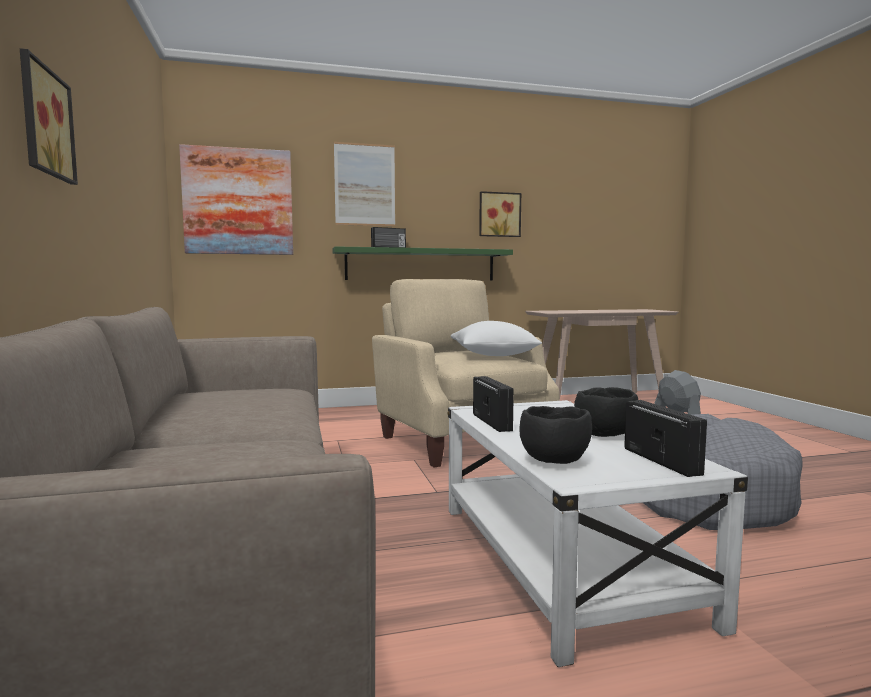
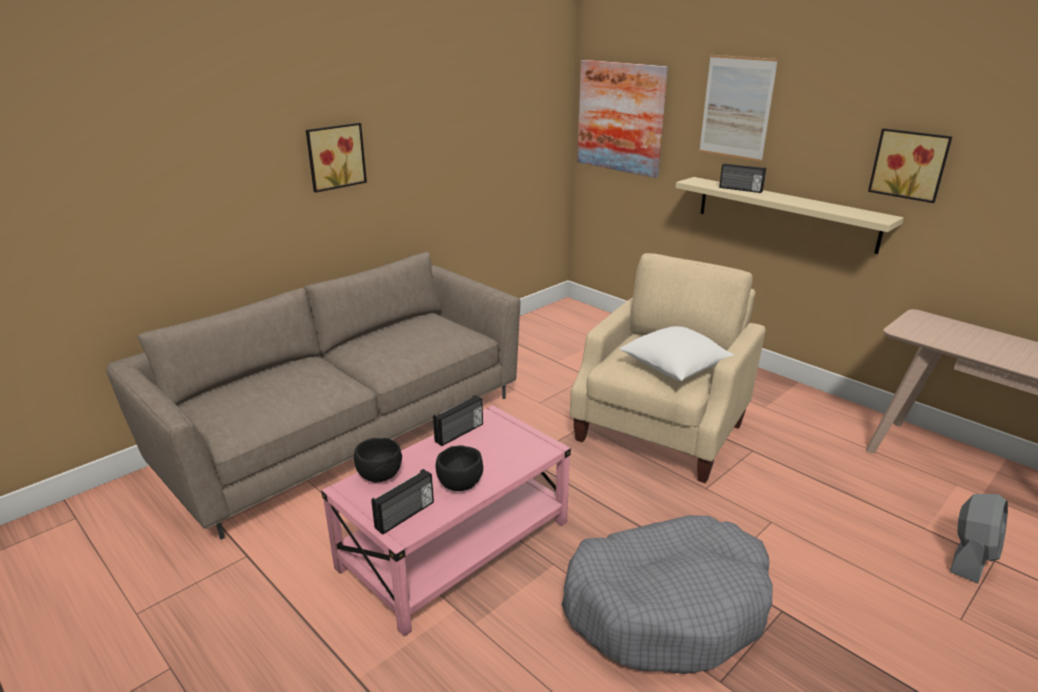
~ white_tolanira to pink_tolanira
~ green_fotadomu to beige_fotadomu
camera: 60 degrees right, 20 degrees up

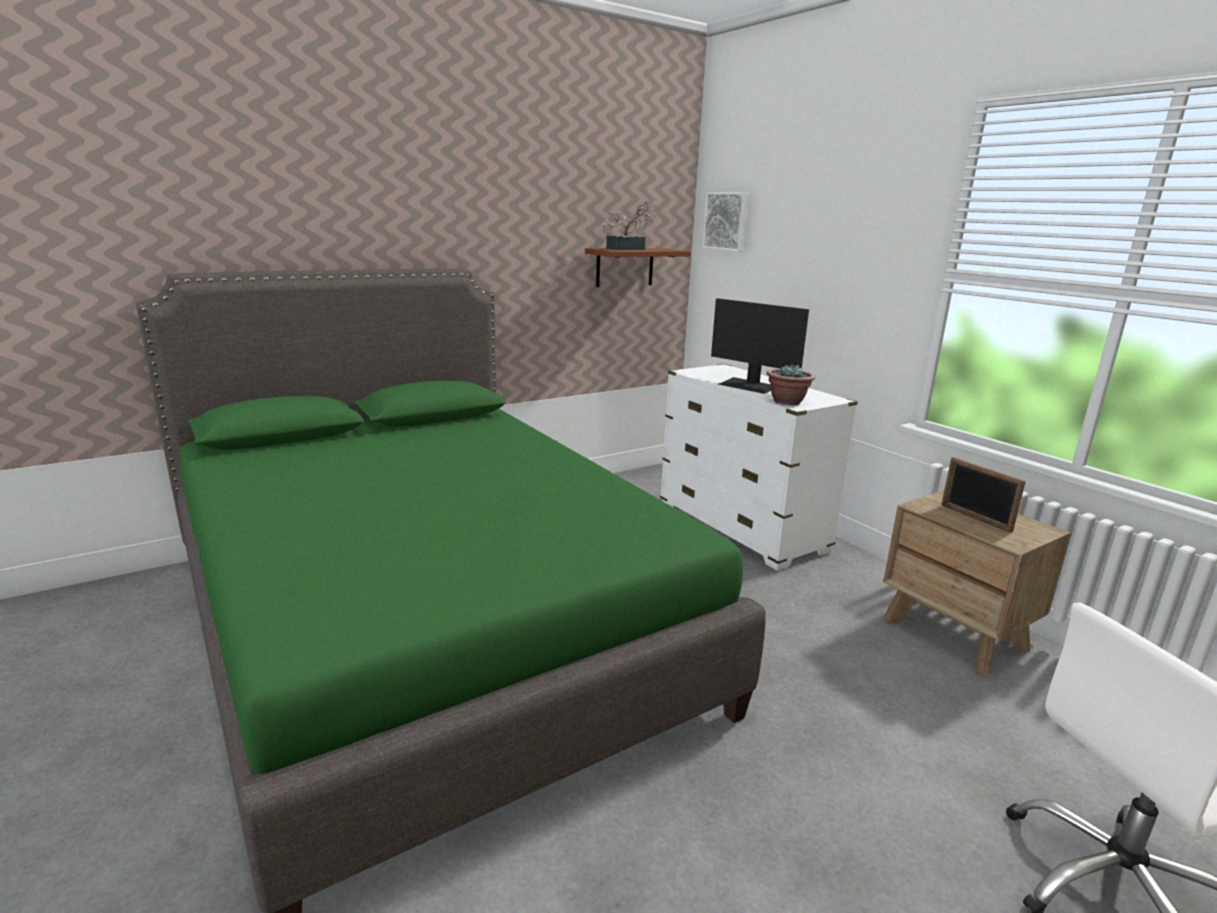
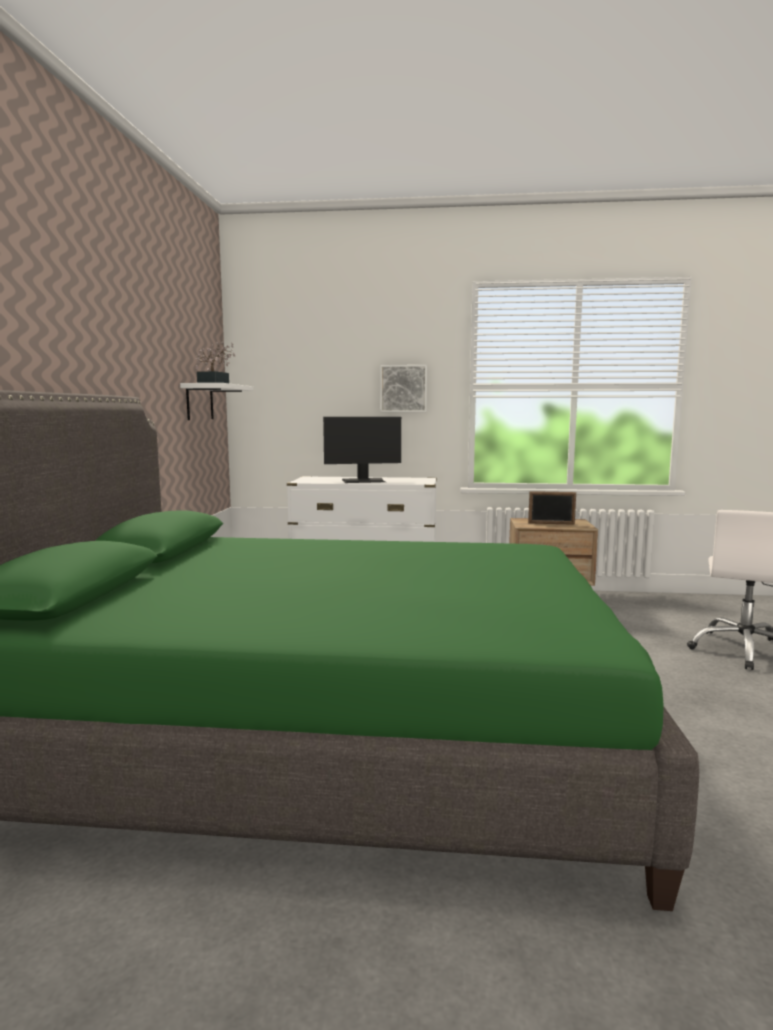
~ brown_fotadomu to white_fotadomu
~ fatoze
- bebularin (2nd from left)
camera: 50 degrees left, 10 degrees down

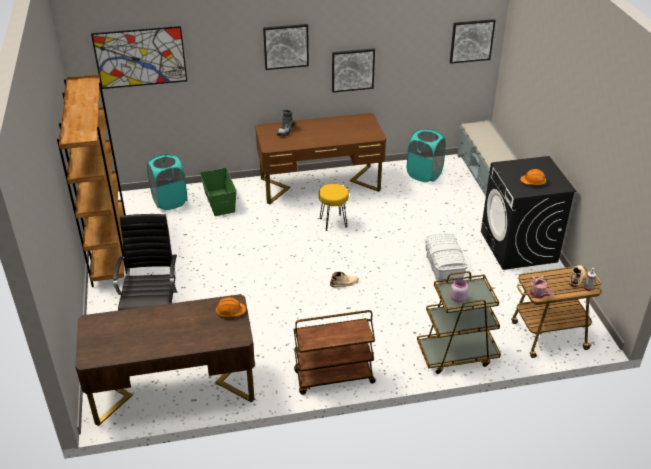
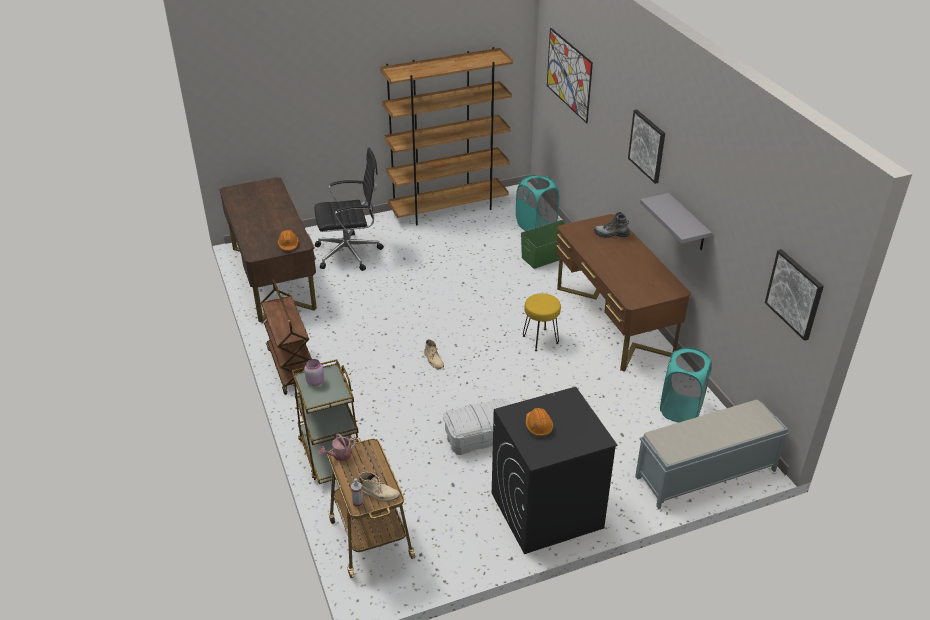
~ fatoze (3rd from left) to grey_fotadomu
camera: 80 degrees right, 0 degrees up

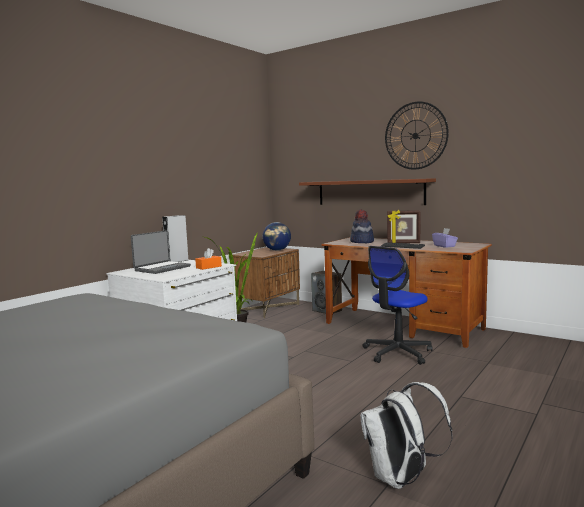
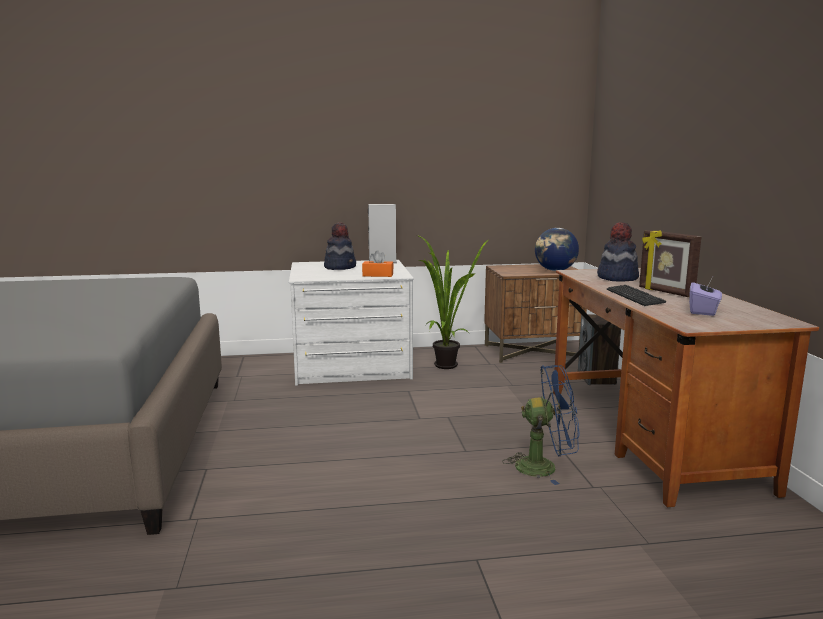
~ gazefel to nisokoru (1st from left)
~ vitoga to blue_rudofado
- brown_fotadomu
- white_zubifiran
- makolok
camera: 45 degrees right, 5 degrees up

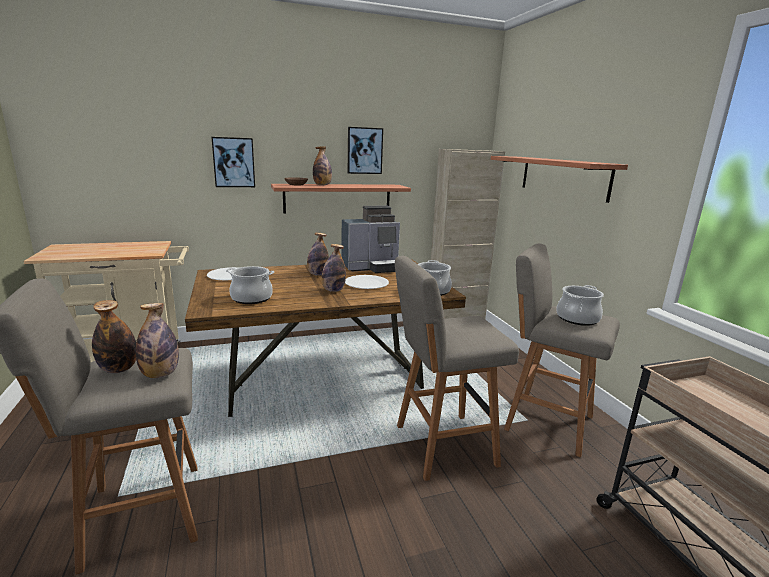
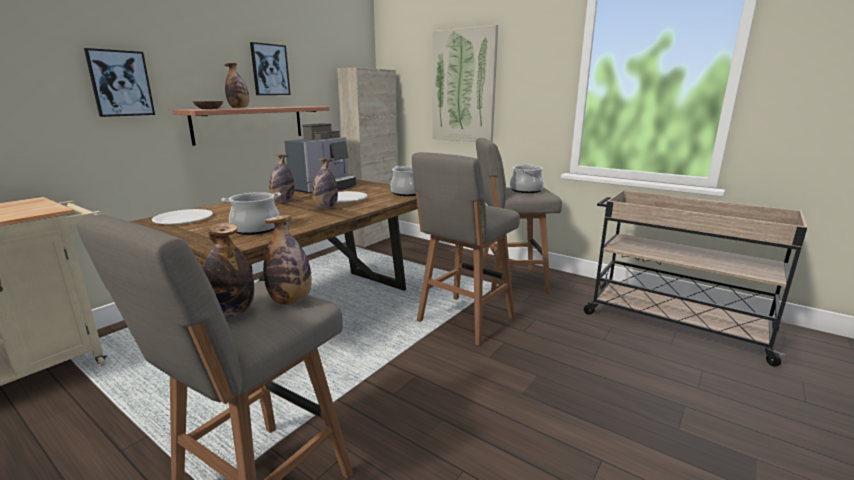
~ fotadomu (2nd from left) to fatoze (3rd from left)
camera: 35 degrees left, 0 degrees up

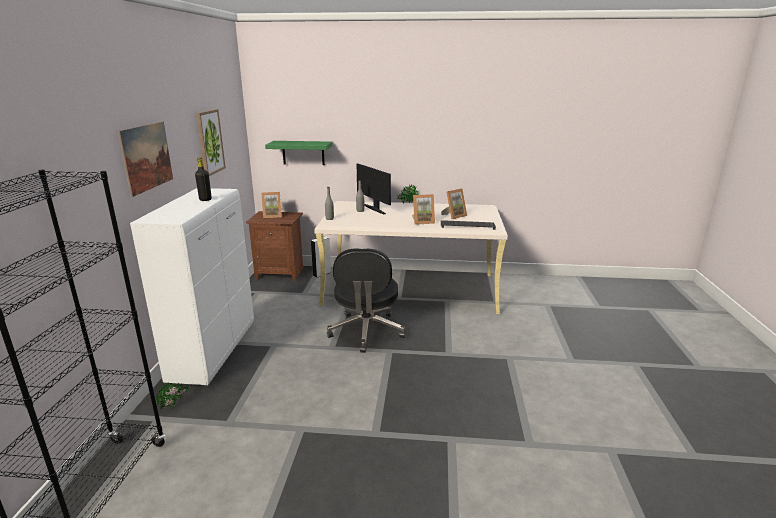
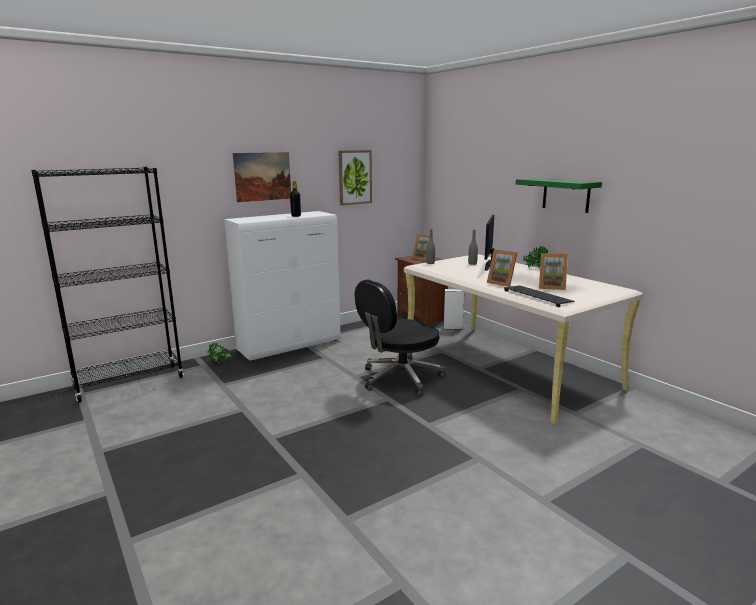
~ green_fotadomu
camera: 50 degrees right, 5 degrees down

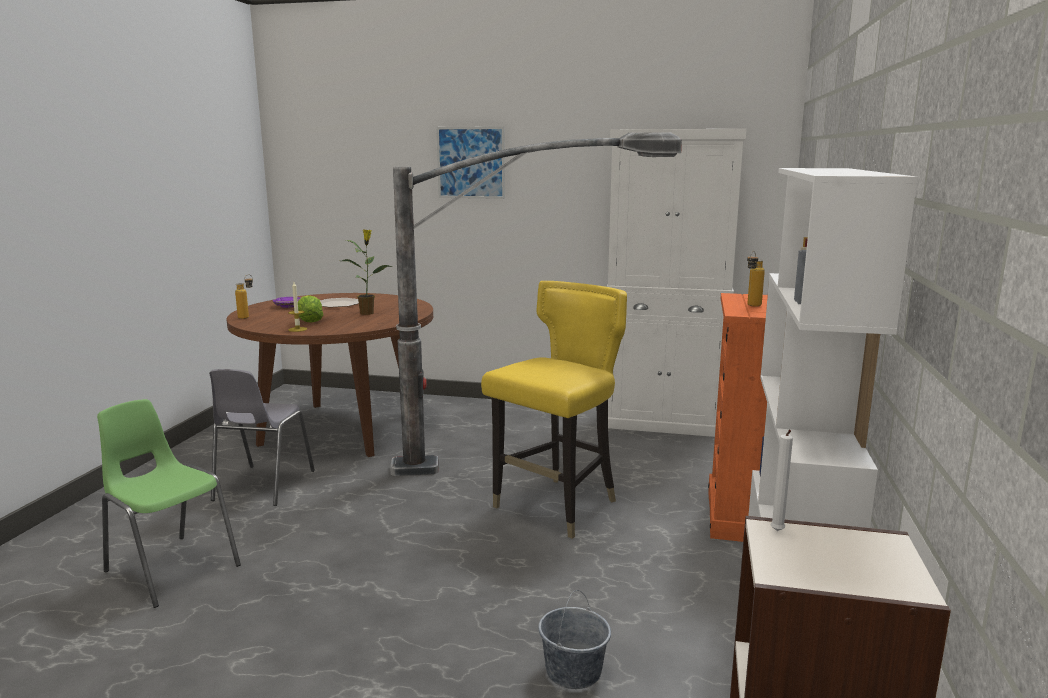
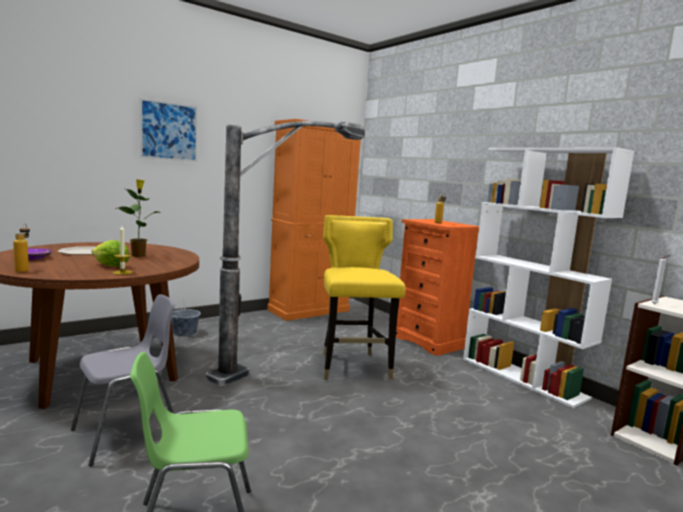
~ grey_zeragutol 90 degrees counterclockwise
~ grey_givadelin
~ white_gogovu to orange_gogovu
camera: 50 degrees left, 5 degrees down

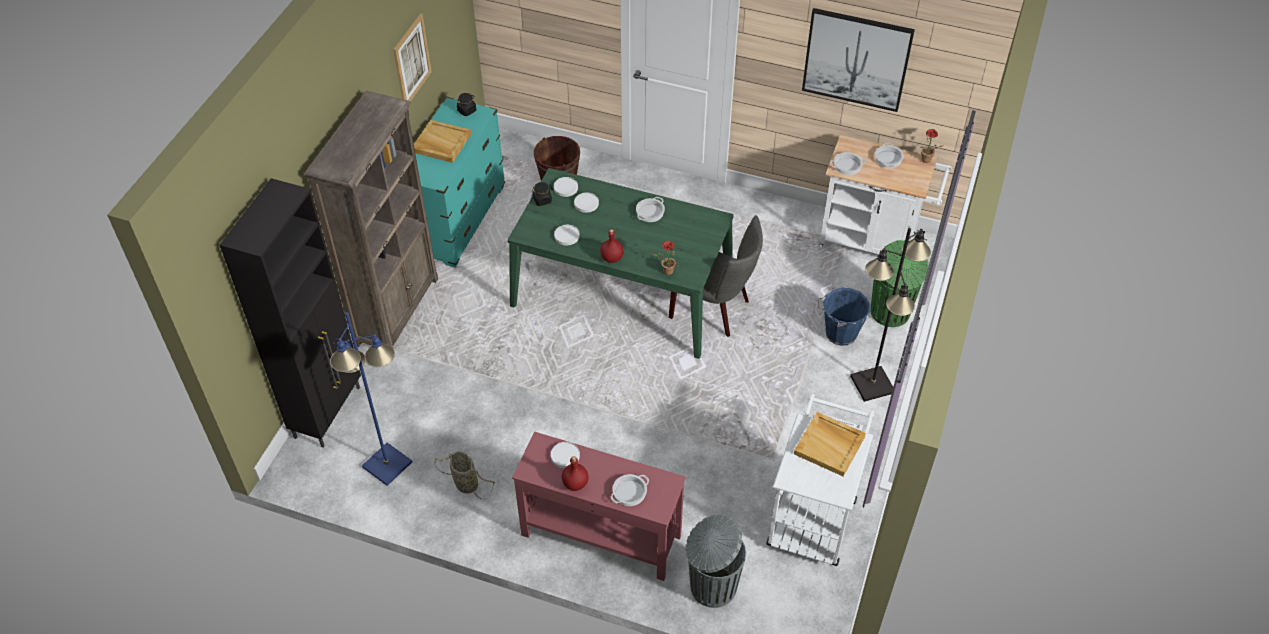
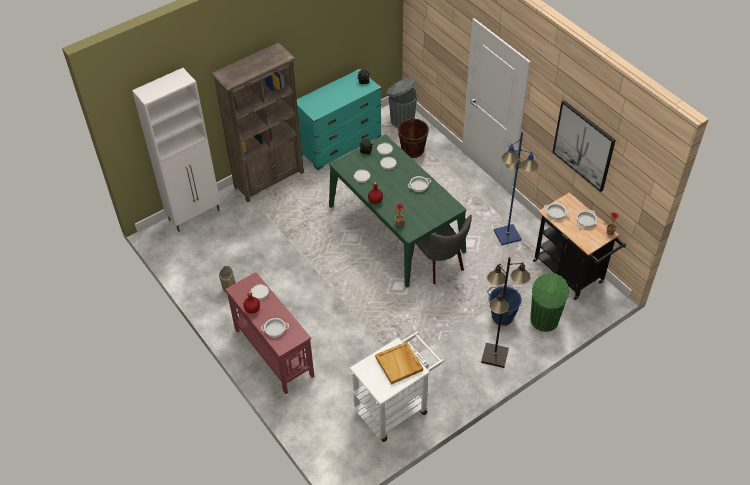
~ black_gogovu to white_gogovu
~ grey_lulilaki
~ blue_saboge
~ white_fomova (2nd from left) to black_fomova
- fatoze (1st from left)
- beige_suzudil (1st from left)
camera: 35 degrees right, 0 degrees up

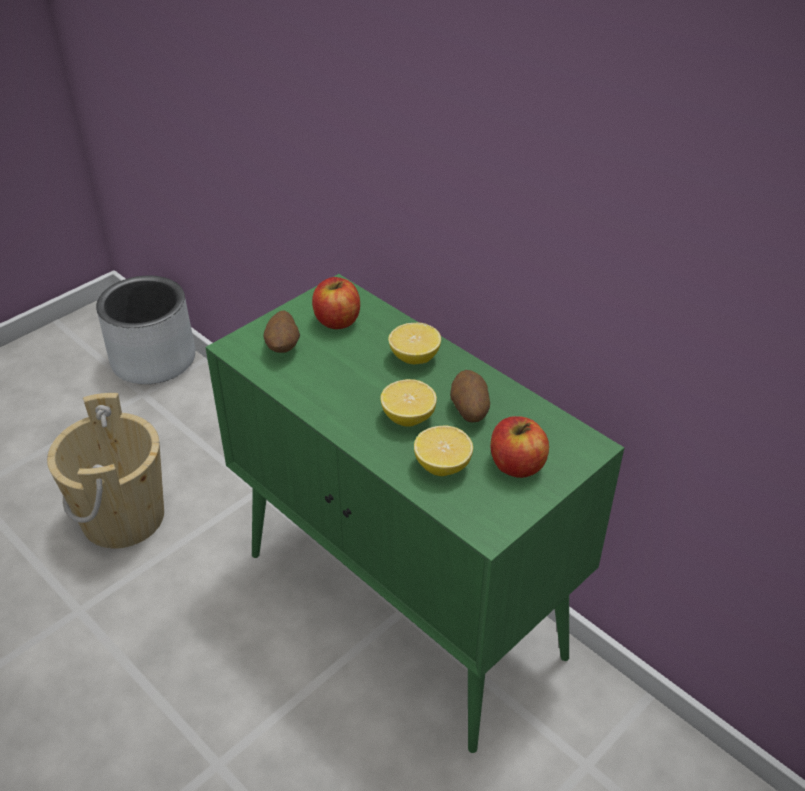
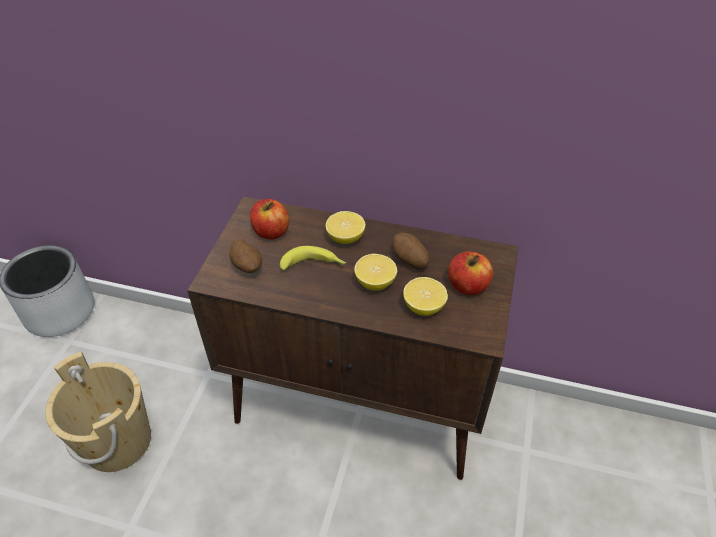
~ green_gogovu to brown_gogovu
+ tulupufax
camera: 30 degrees left, 5 degrees up

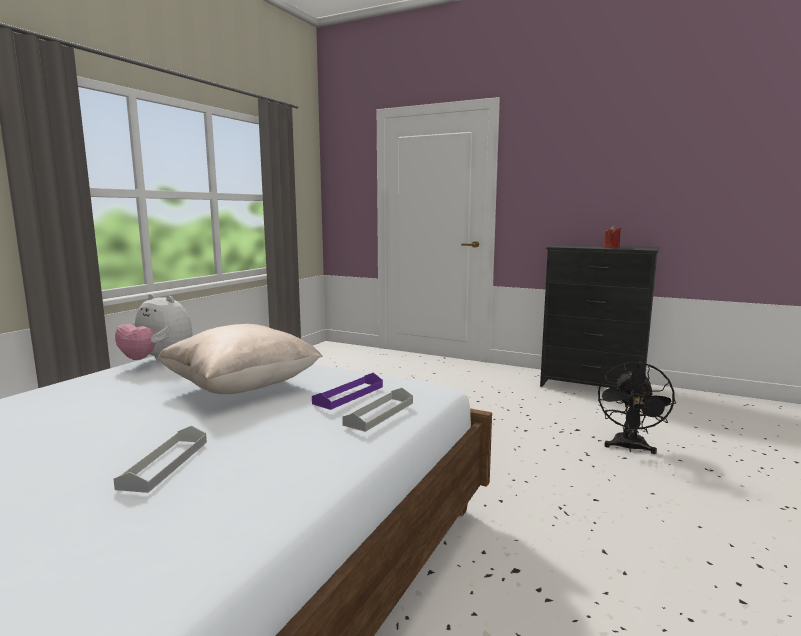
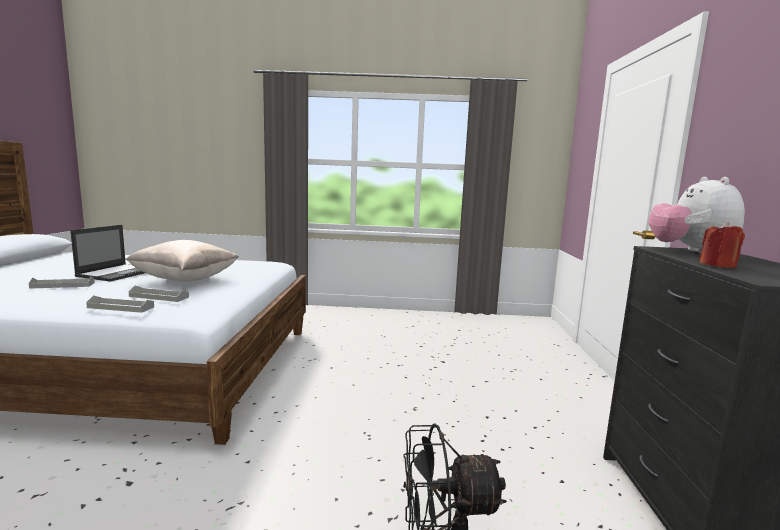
+ gazefel
~ purple_suzudil to grey_suzudil (3rd from left)
~ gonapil
camera: 65 degrees right, 0 degrees up

